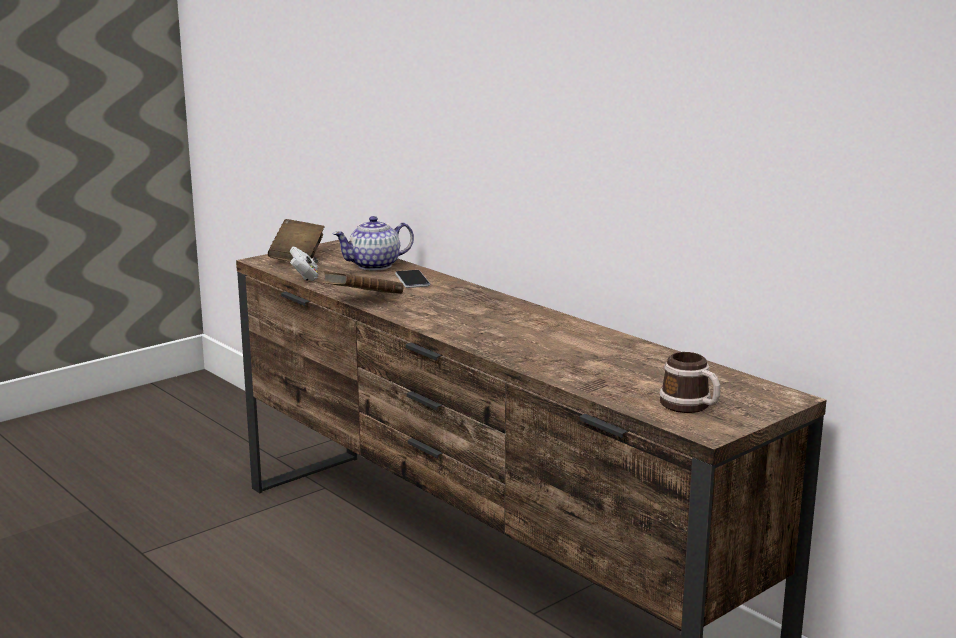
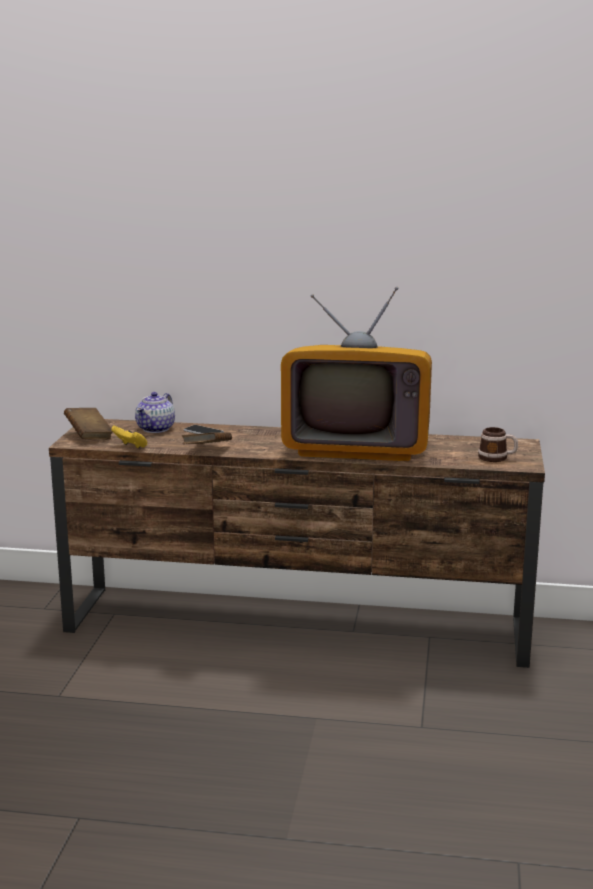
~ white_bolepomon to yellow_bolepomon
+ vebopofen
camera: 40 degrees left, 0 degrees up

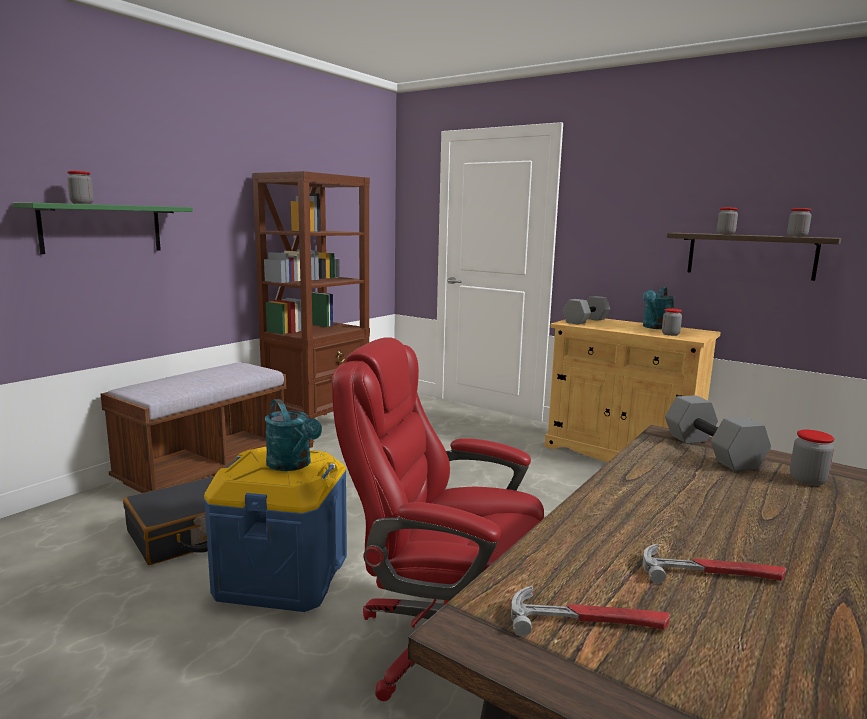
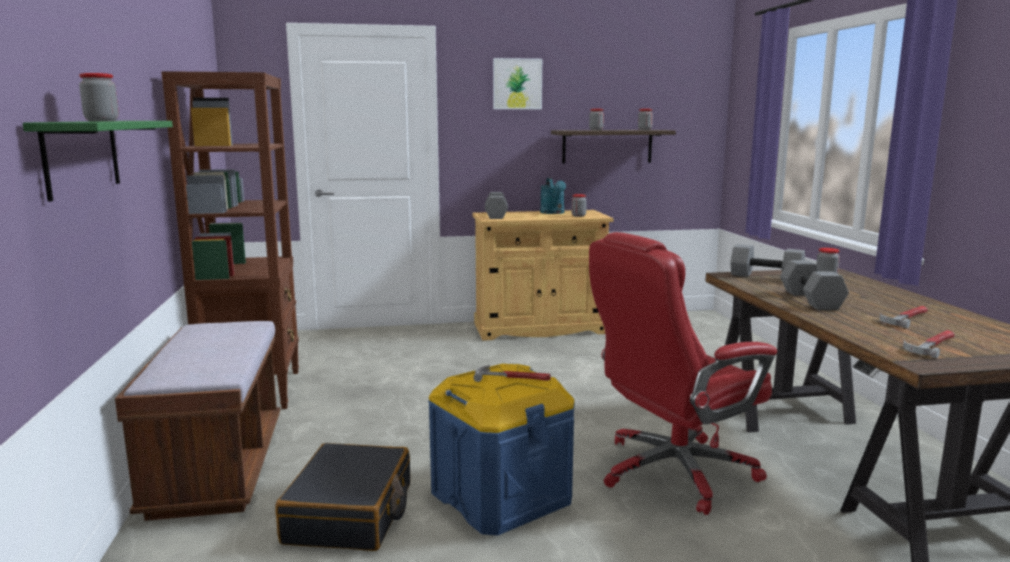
~ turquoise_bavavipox (1st from left) to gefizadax (1st from left)
+ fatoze
+ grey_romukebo (3rd from left)
camera: 45 degrees left, 0 degrees up

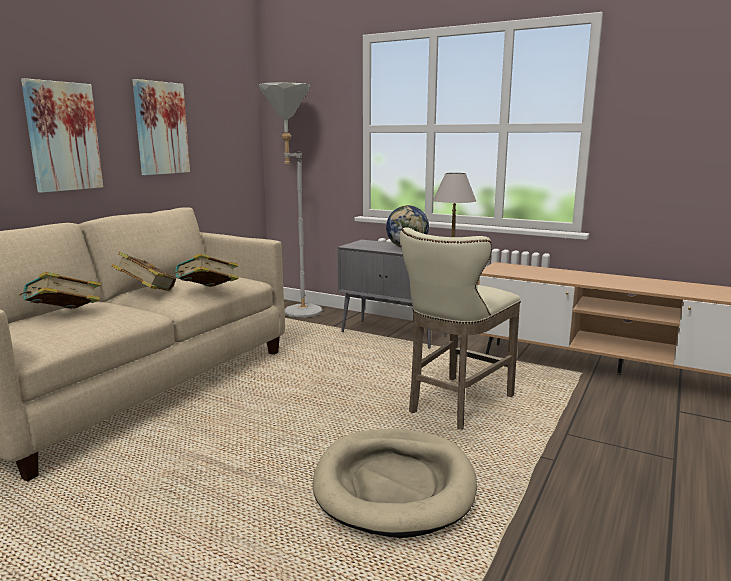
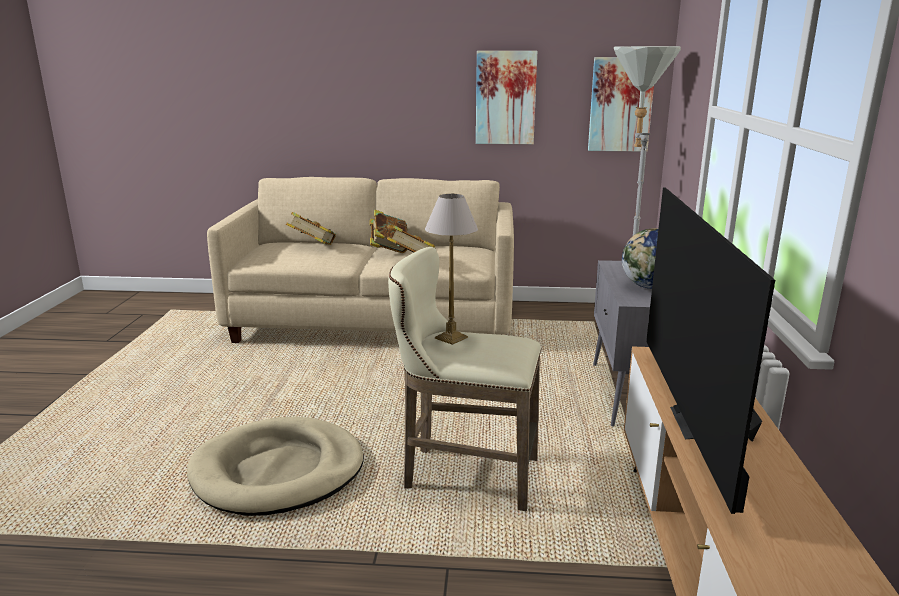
~ fatoze (1st from left in the first image) to fatoze (2nd from left)
+ vebopofen
camera: 65 degrees right, 5 degrees up

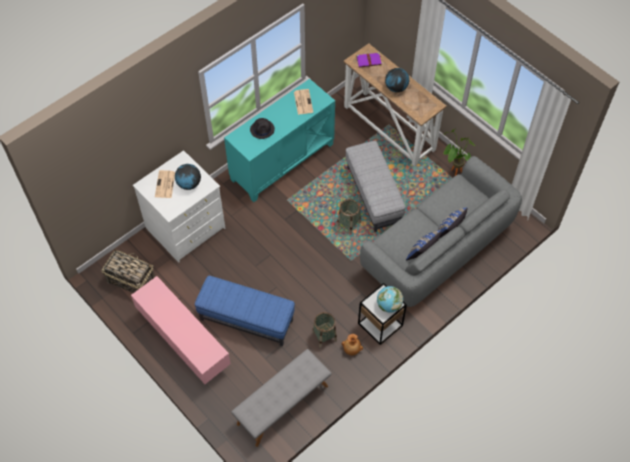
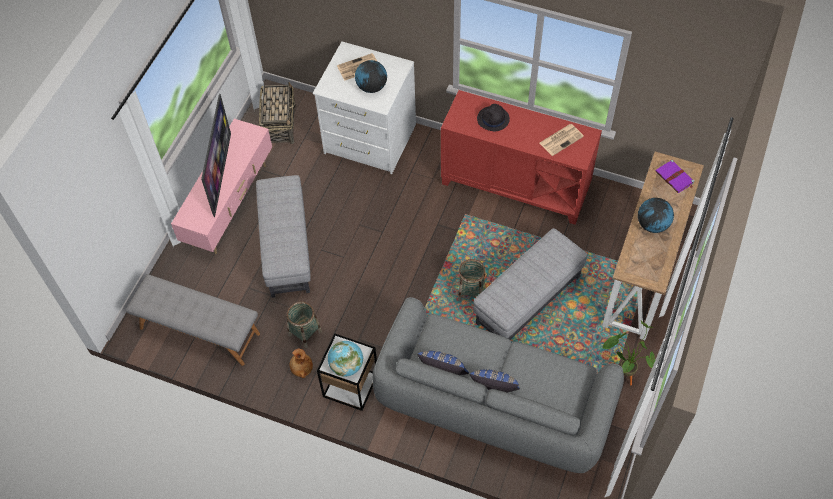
+ vebopofen
~ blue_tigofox to grey_tigofox (1st from left)
~ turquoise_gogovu to red_gogovu
camera: 65 degrees right, 0 degrees up

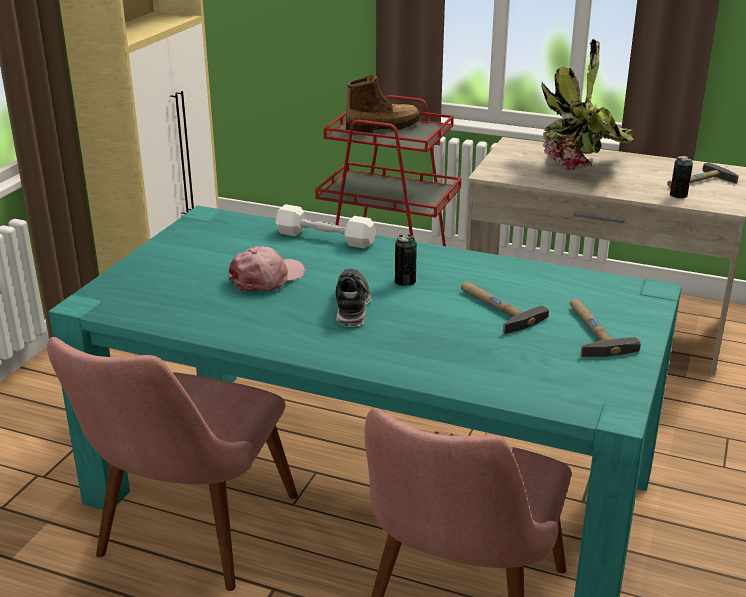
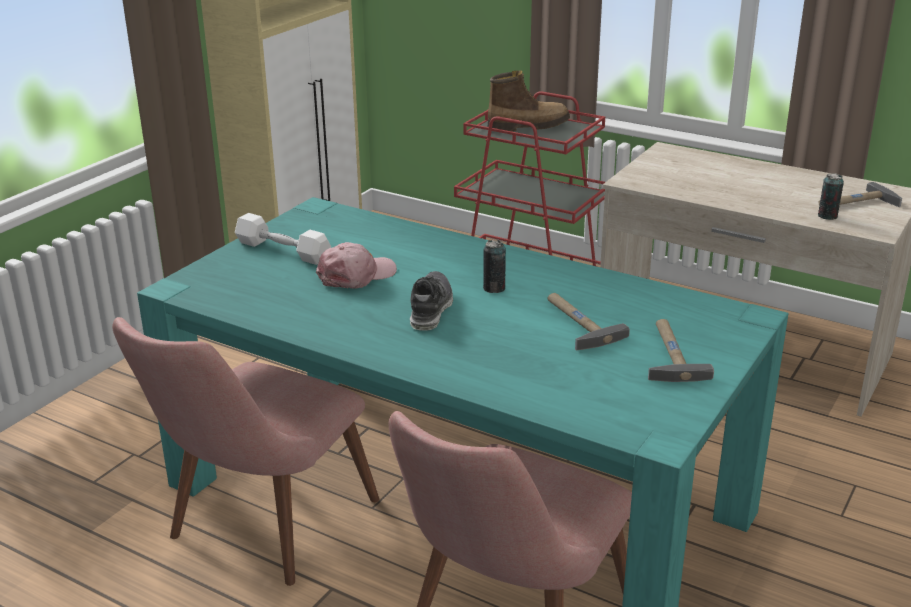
~ white_romukebo
- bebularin
camera: 10 degrees right, 0 degrees up

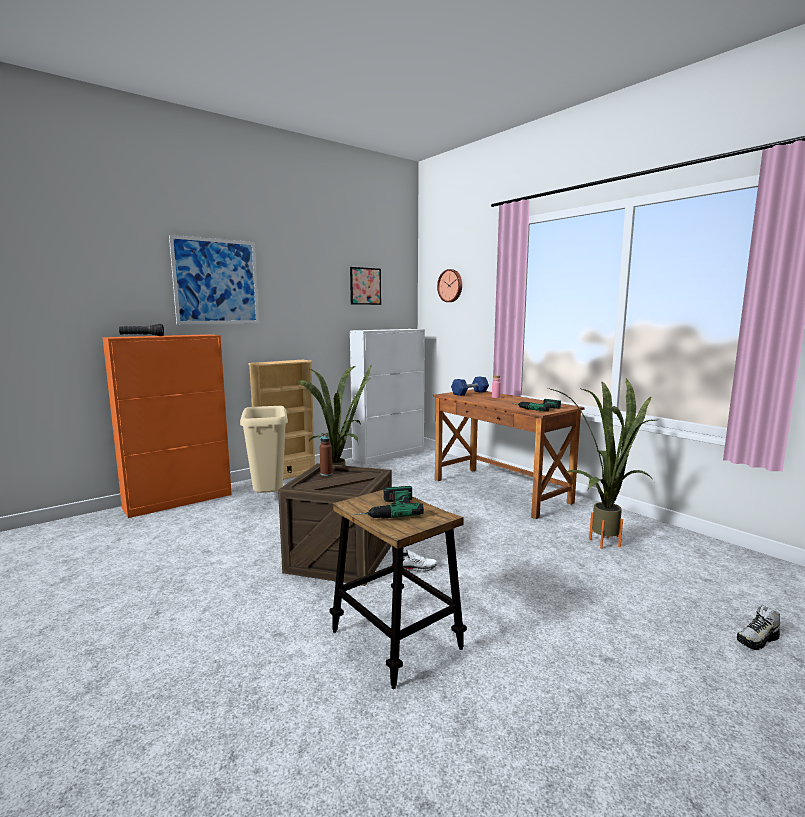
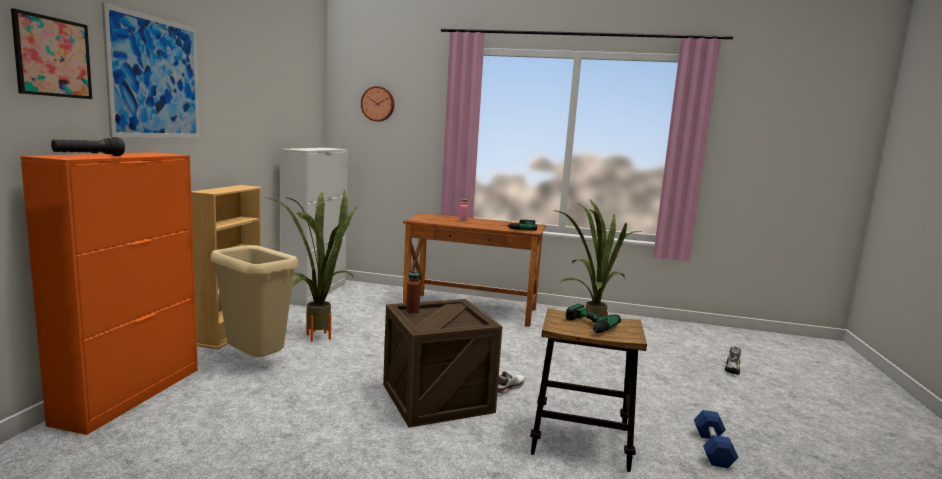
~ fatoze (2nd from left in the first image) to fatoze (1st from left)
~ blue_romukebo
camera: 40 degrees left, 0 degrees up

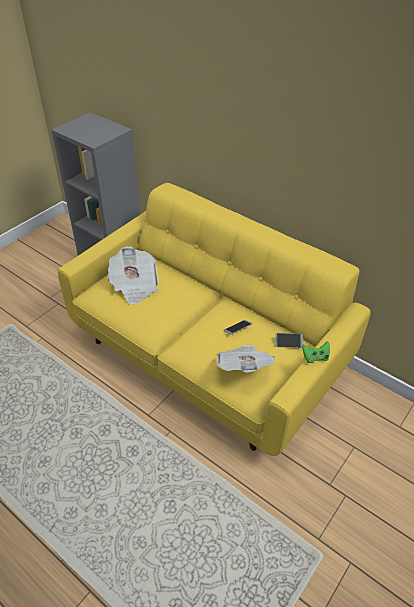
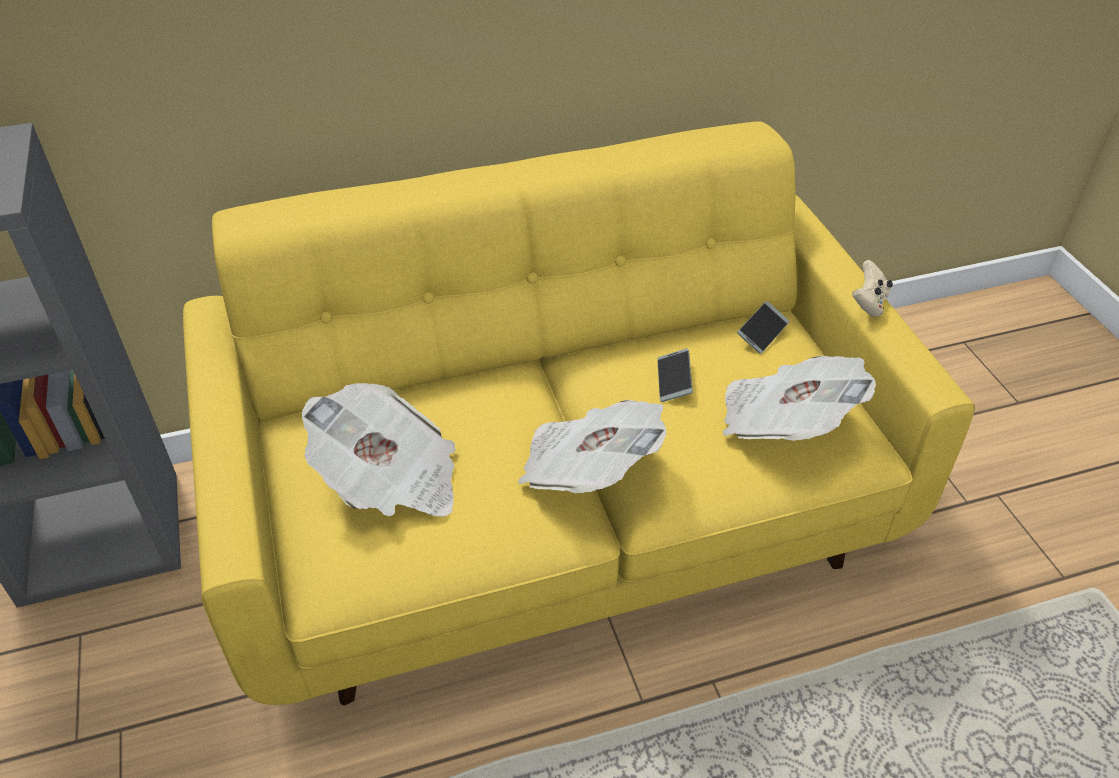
+ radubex (2nd from left)
~ green_bolepomon to beige_bolepomon
camera: 55 degrees left, 0 degrees up

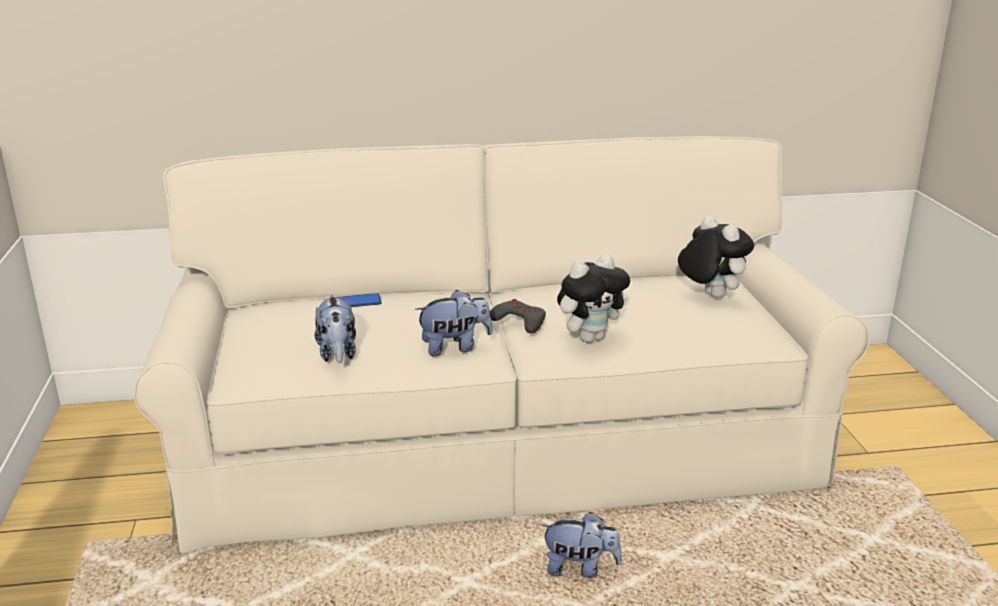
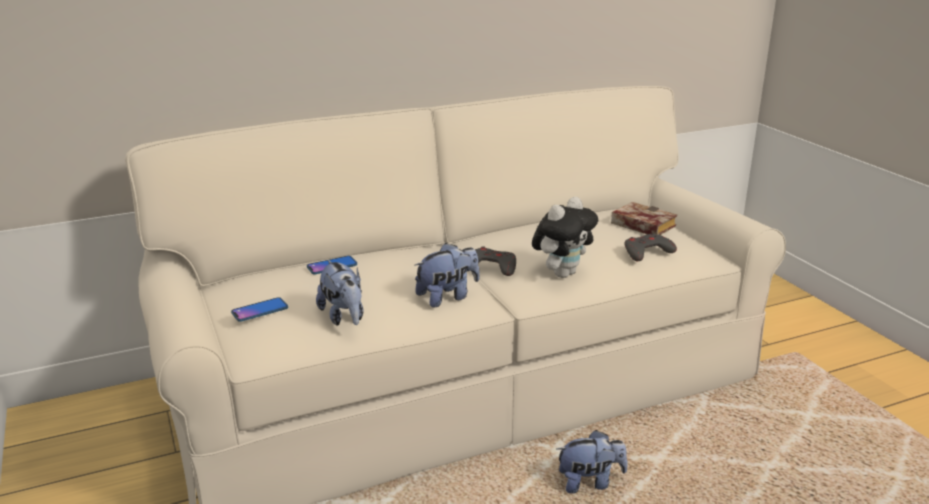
+ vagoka (1st from left)
~ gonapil (5th from left) to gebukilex
+ grey_bolepomon (2nd from left)
camera: 15 degrees left, 0 degrees up

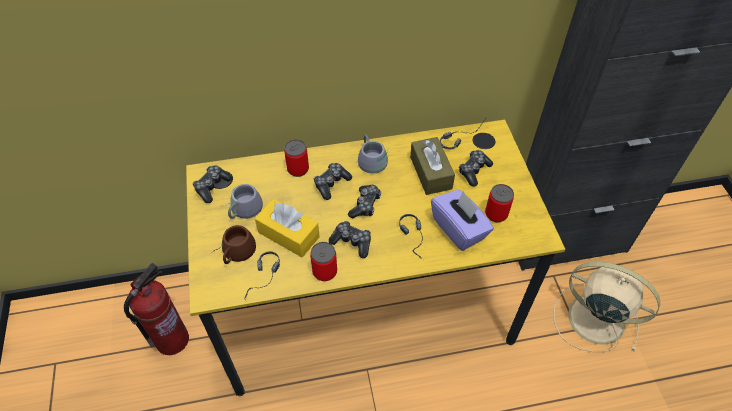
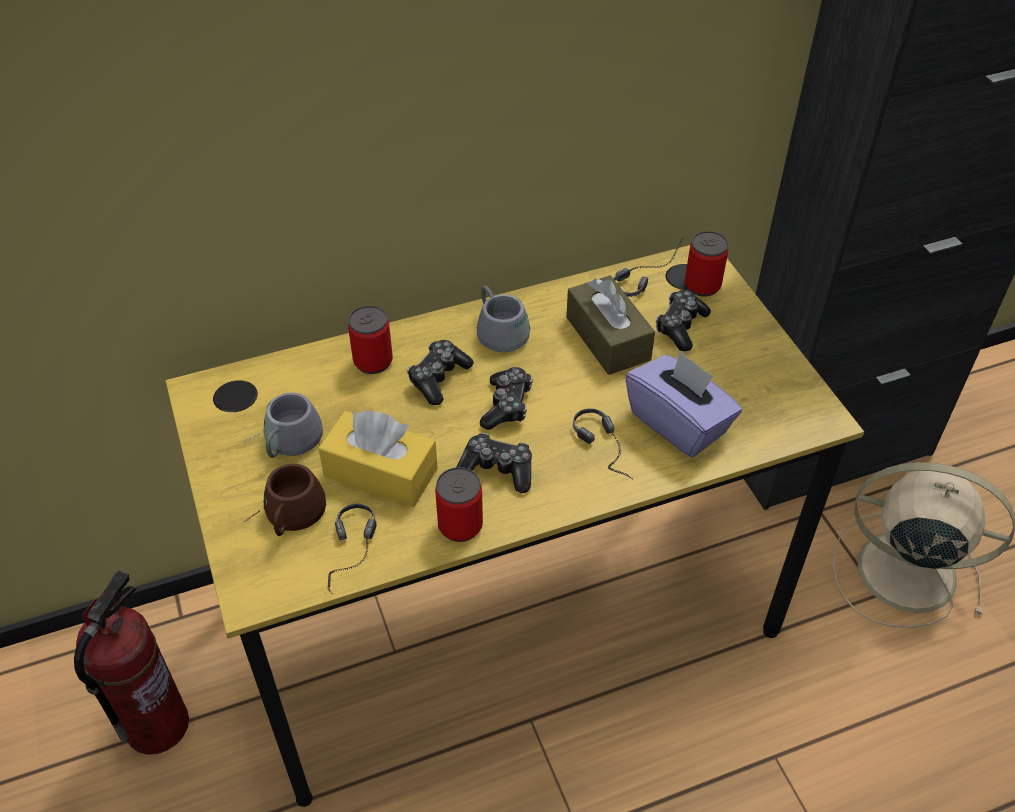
~ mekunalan (3rd from left)
- bolepomon (1st from left)
camera: 10 degrees left, 5 degrees down

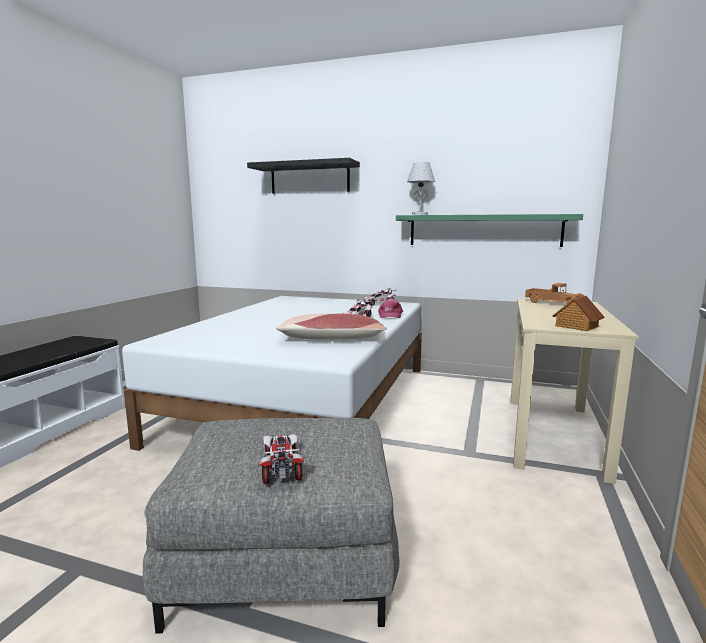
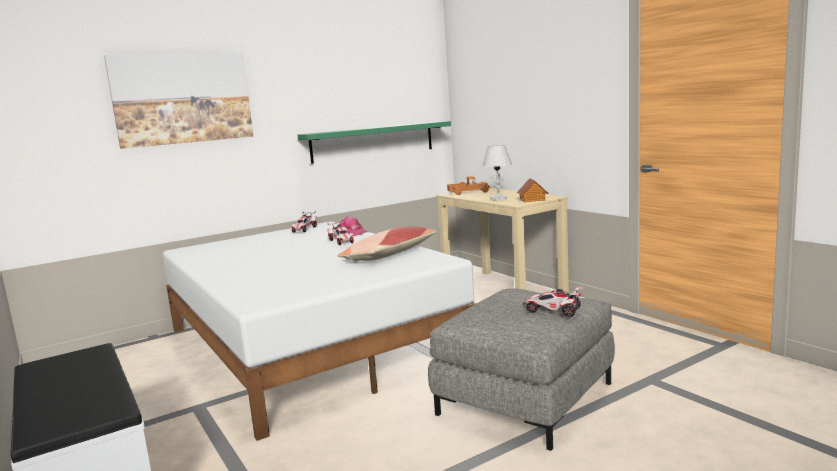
~ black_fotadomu to fatoze
~ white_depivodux
camera: 50 degrees left, 0 degrees up

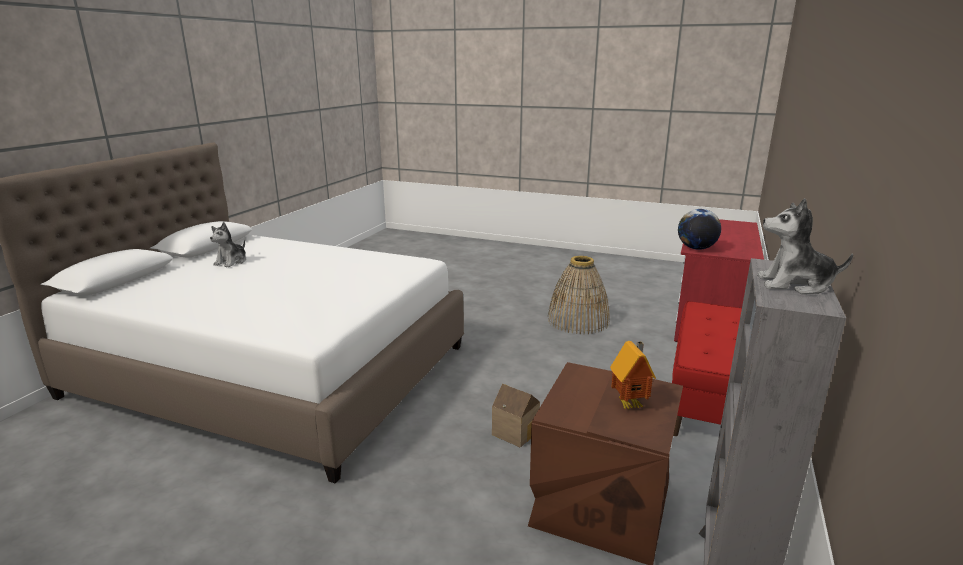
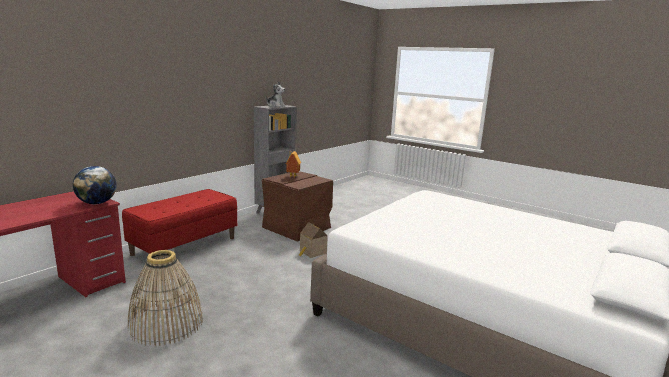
- gonapil (1st from left)
camera: 165 degrees left, 5 degrees down

